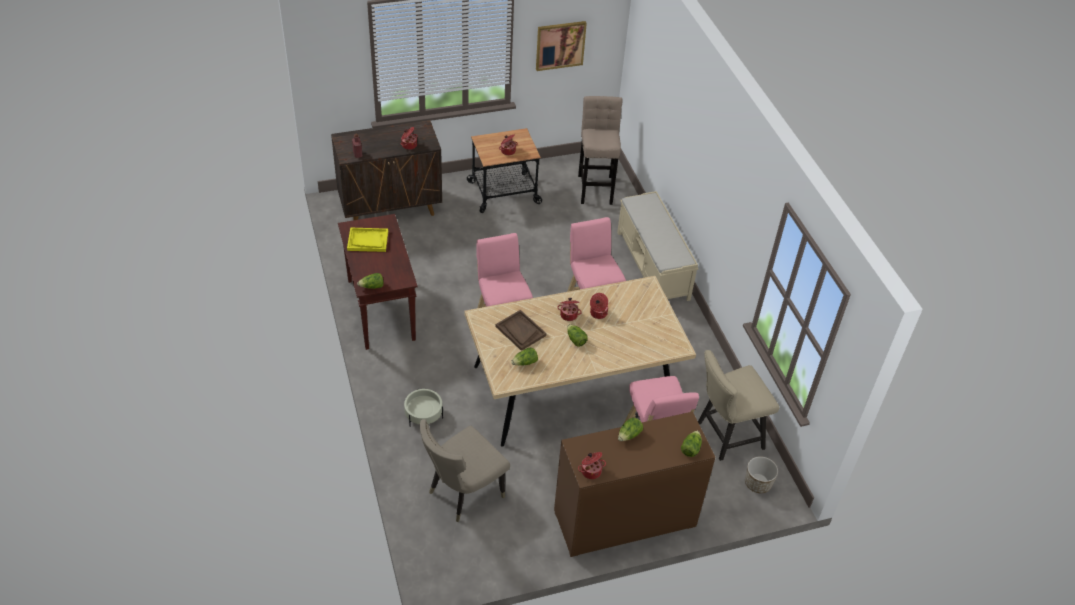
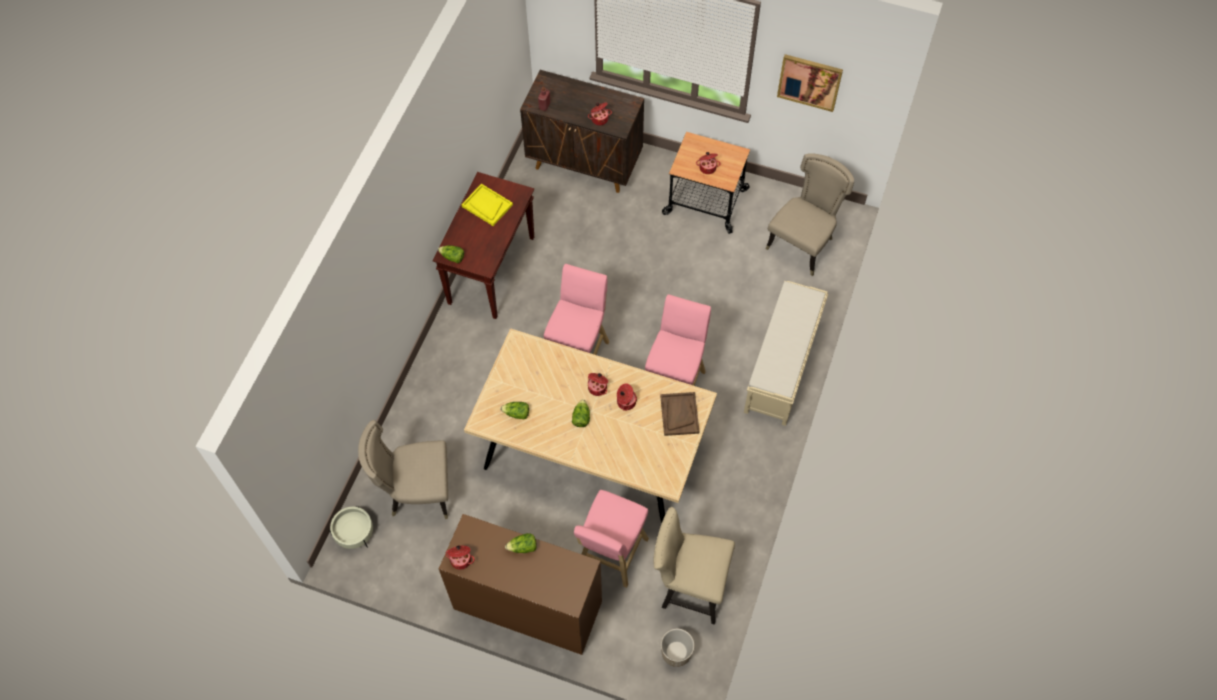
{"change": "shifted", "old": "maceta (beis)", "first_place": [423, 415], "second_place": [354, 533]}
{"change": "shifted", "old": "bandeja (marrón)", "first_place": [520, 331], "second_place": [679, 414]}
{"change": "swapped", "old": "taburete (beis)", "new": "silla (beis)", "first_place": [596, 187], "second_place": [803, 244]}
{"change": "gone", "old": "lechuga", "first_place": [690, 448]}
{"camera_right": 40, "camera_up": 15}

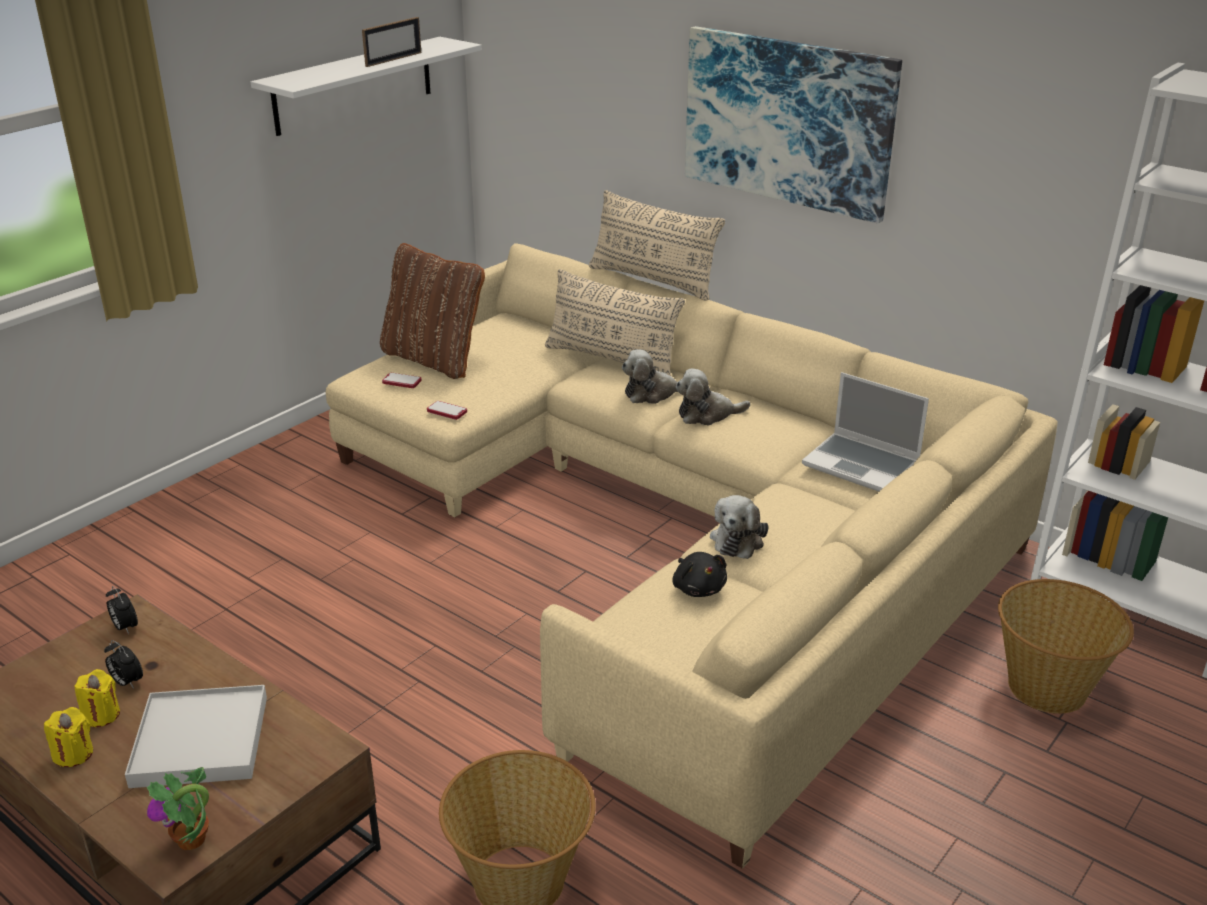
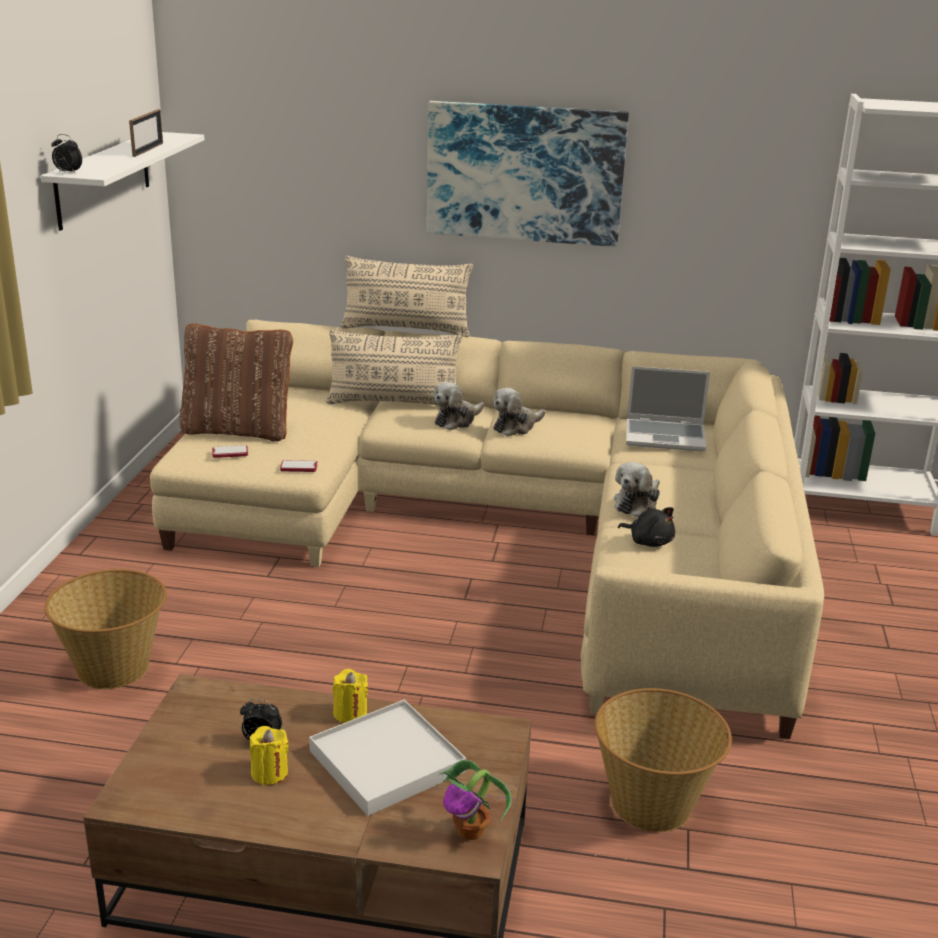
{"change": "shifted", "old": "vela (amarillo)", "first_place": [73, 754], "second_place": [350, 713]}
{"change": "shifted", "old": "despertador", "first_place": [125, 627], "second_place": [68, 173]}
{"change": "rotated", "old": "peluche", "first_place": [738, 539], "second_place": [637, 504], "degrees": 45}
{"change": "shifted", "old": "cesta", "first_place": [1048, 687], "second_place": [114, 667]}
{"camera_right": -30, "camera_up": -5}

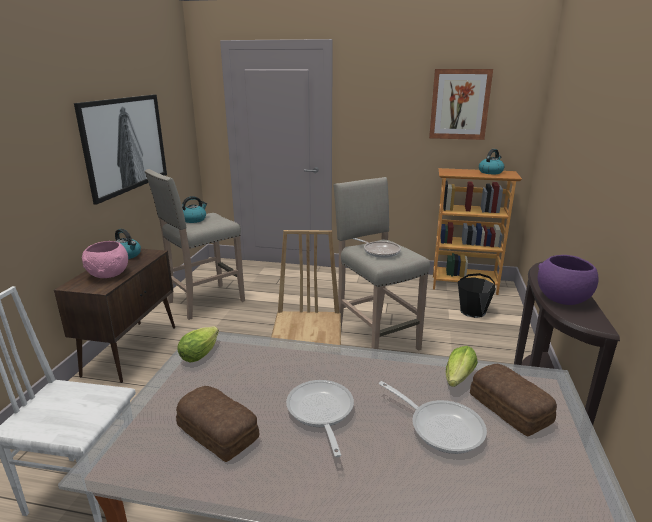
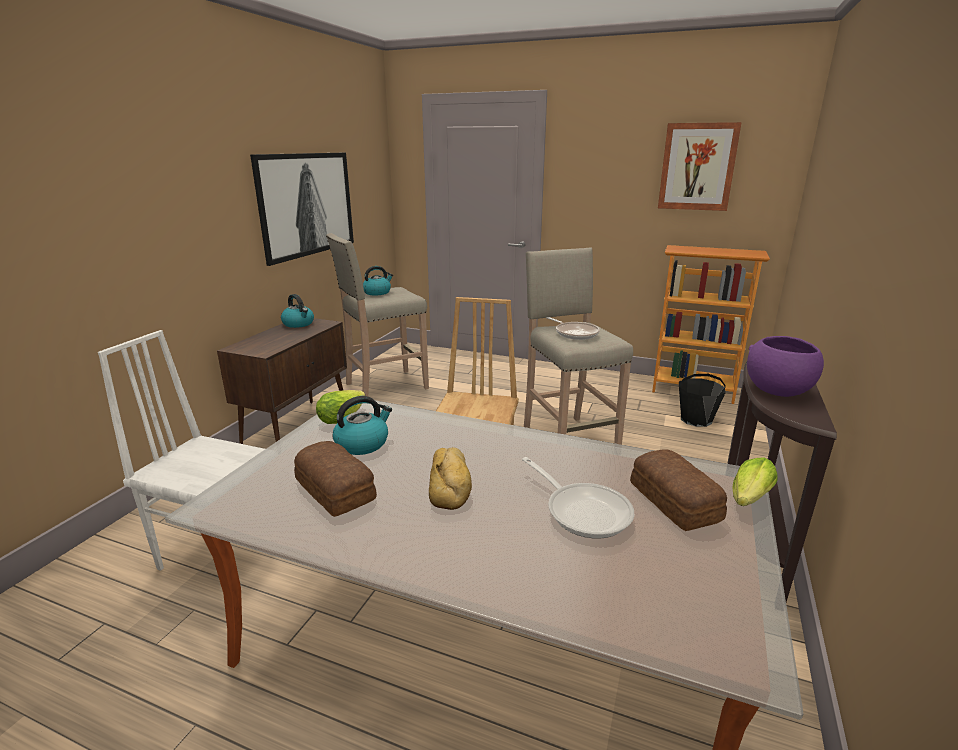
{"change": "gone", "old": "cuenco (rosa)", "first_place": [109, 275]}
{"change": "swapped", "old": "sartén", "new": "pan", "first_place": [320, 412], "second_place": [450, 483]}
{"change": "shifted", "old": "lechuga", "first_place": [457, 379], "second_place": [748, 499]}
{"change": "shifted", "old": "hervidor", "first_place": [490, 172], "second_place": [362, 443]}
{"camera_right": 10, "camera_up": 0}

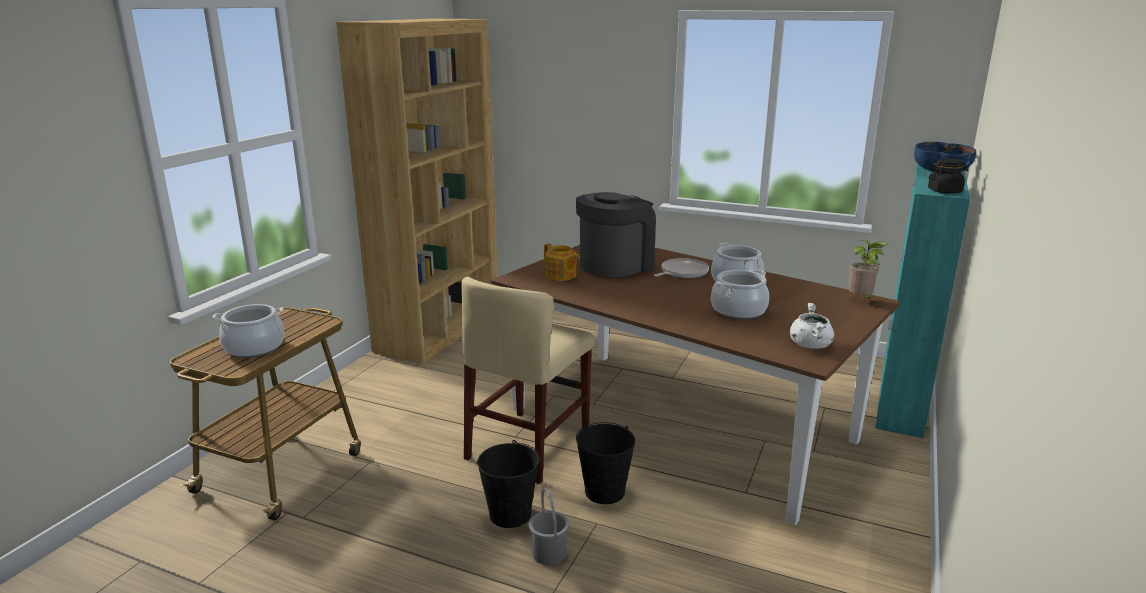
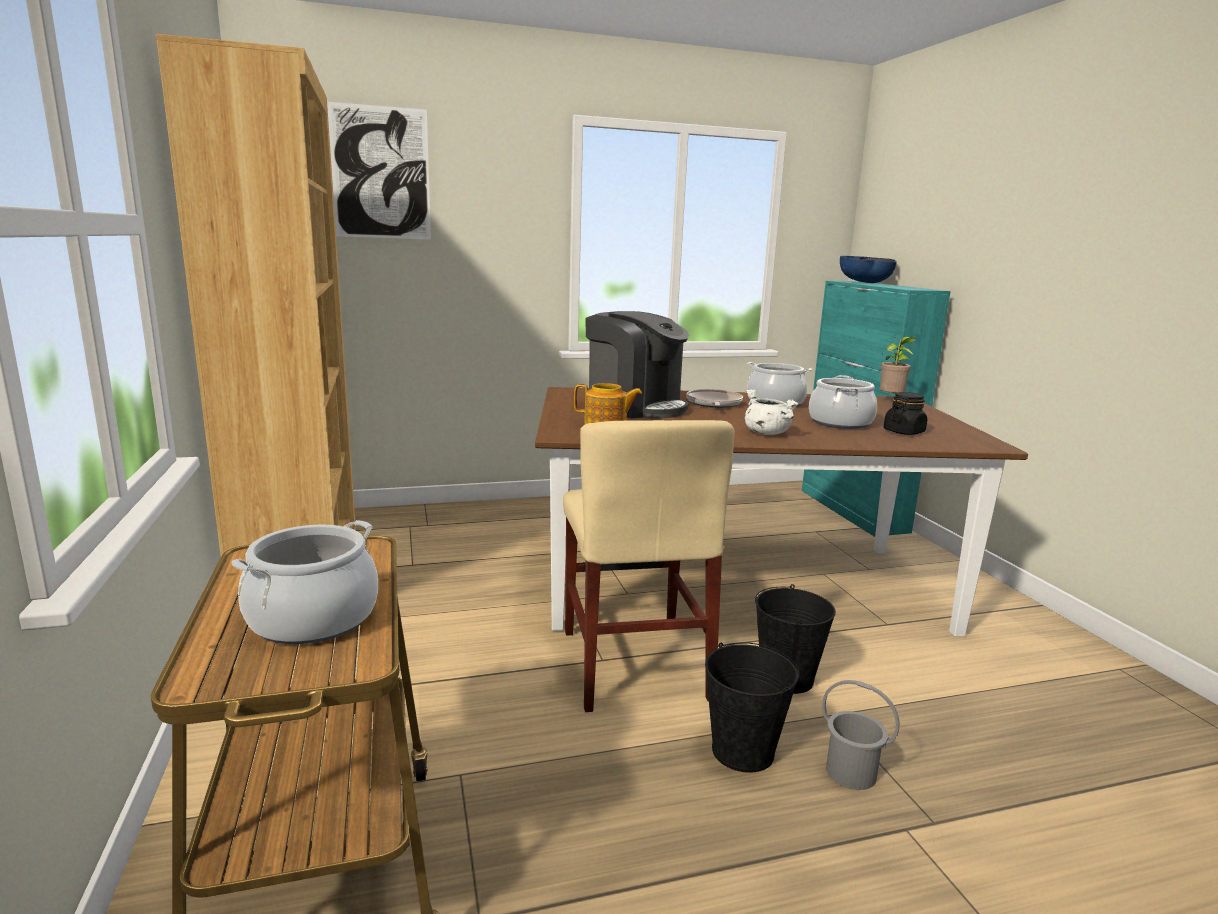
{"change": "rotated", "old": "cafetera", "first_place": [616, 265], "second_place": [635, 407], "degrees": 120}
{"change": "shifted", "old": "olla (blanco)", "first_place": [810, 345], "second_place": [766, 433]}
{"change": "shifted", "old": "tarro (negro)", "first_place": [944, 191], "second_place": [904, 432]}
{"change": "new", "new": "cuadro", "second_place": [381, 173]}
{"camera_right": -40, "camera_up": -5}

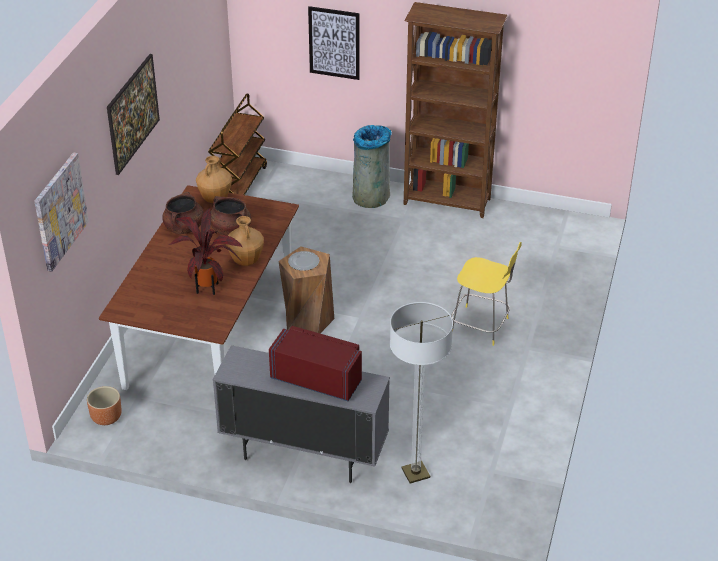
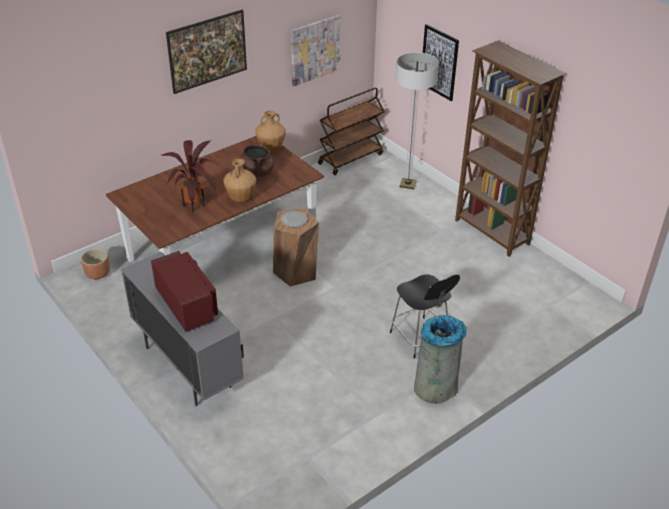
{"change": "shifted", "old": "cuadro", "first_place": [60, 211], "second_place": [315, 50]}
{"change": "gone", "old": "olla (marrón)", "first_place": [184, 228]}
{"change": "shifted", "old": "papelera (gris)", "first_place": [371, 196], "second_place": [436, 387]}
{"change": "shifted", "old": "lámpara de pie", "first_place": [415, 473], "second_place": [408, 184]}
{"change": "repainted", "old": "taburete (amarillo)", "new": "taburete (negro)", "first_place": [482, 326], "second_place": [420, 339]}
{"camera_right": 35, "camera_up": 0}

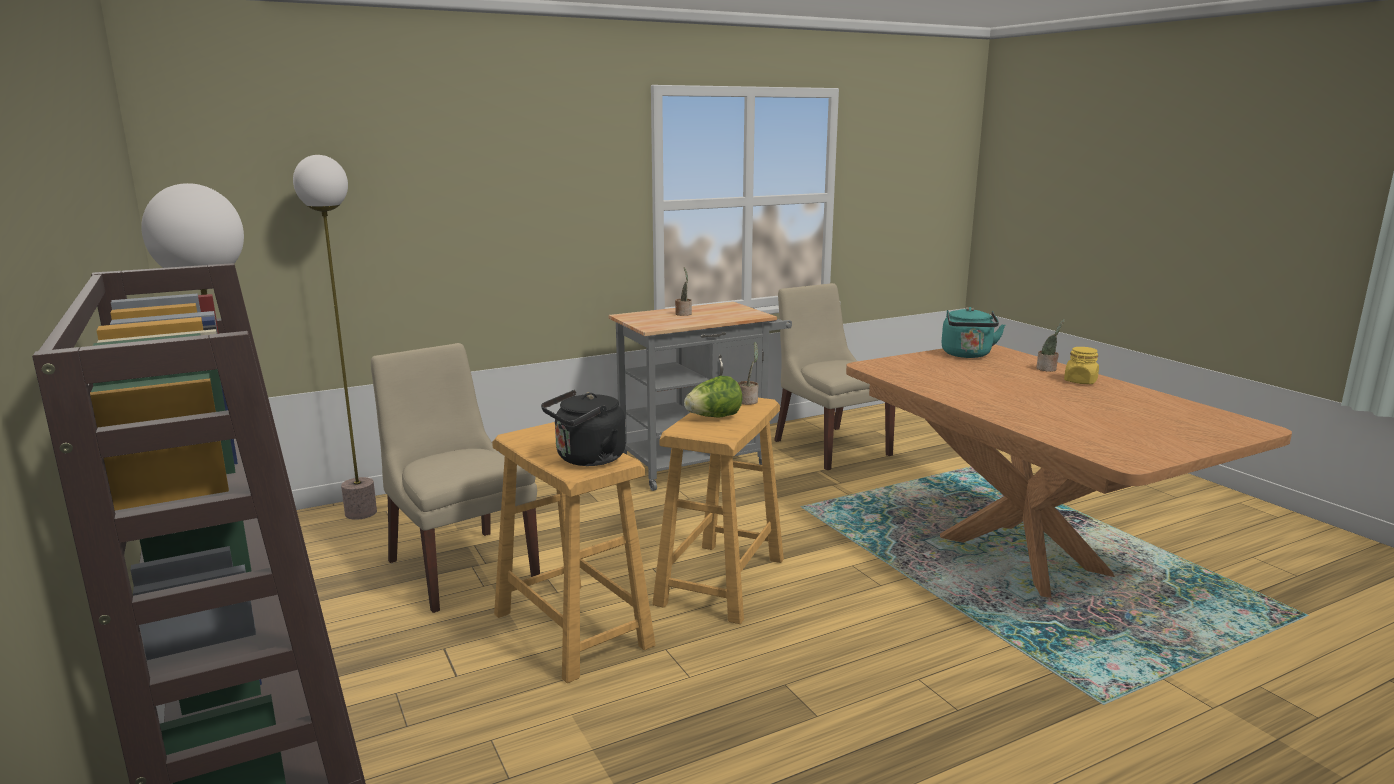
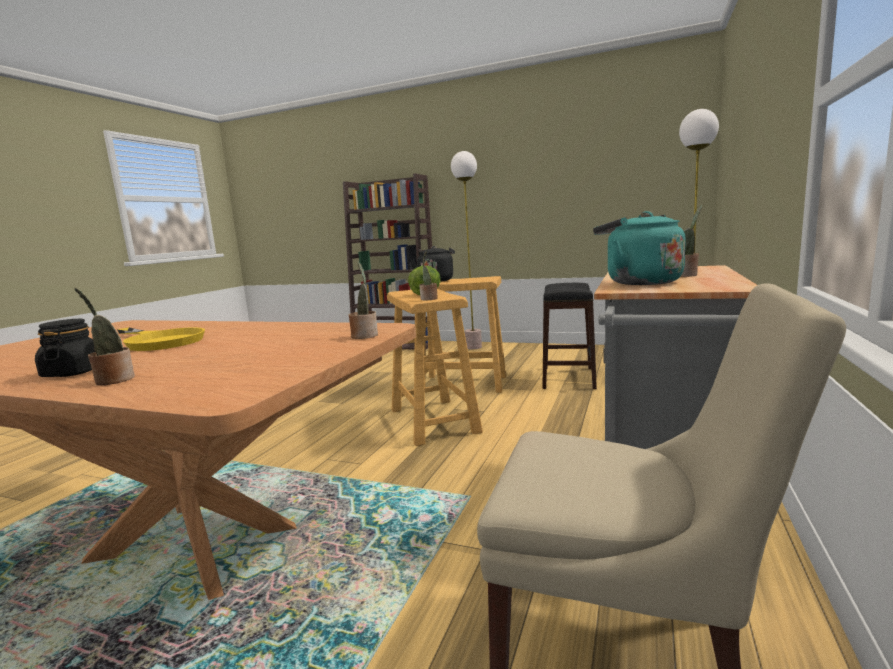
{"change": "swapped", "old": "silla (beis)", "new": "taburete (negro)", "first_place": [460, 567], "second_place": [568, 378]}
{"change": "shifted", "old": "hervidor (turquesa)", "first_place": [967, 355], "second_place": [638, 282]}
{"change": "repainted", "old": "tarro (amarillo)", "new": "tarro (negro)", "first_place": [1080, 381], "second_place": [74, 372]}
{"change": "new", "new": "sartén (amarillo)", "second_place": [160, 341]}
{"change": "new", "new": "planta en maceta", "second_place": [364, 335]}
{"camera_right": 140, "camera_up": -5}

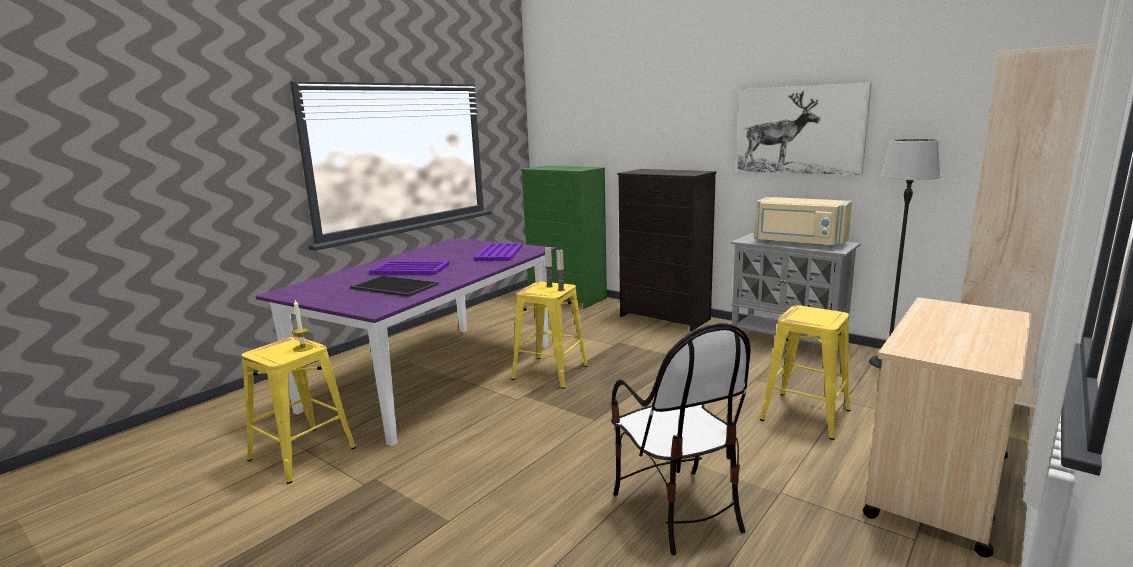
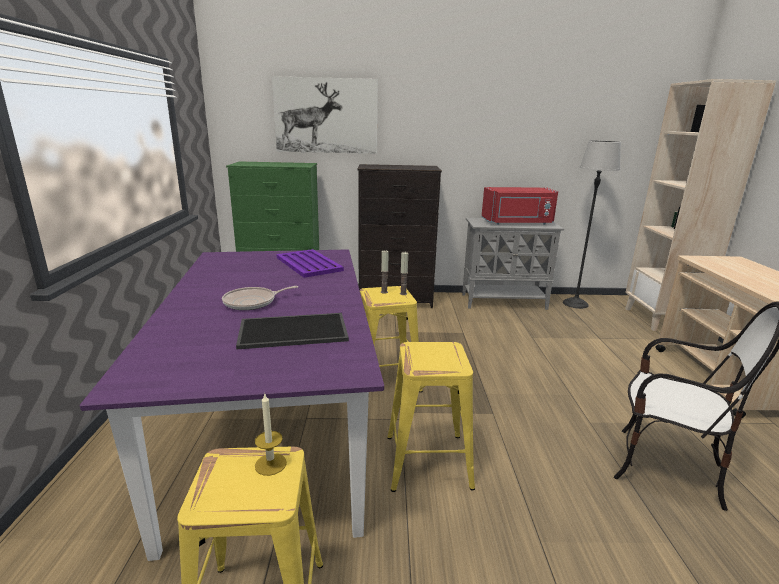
{"change": "swapped", "old": "bandeja (morado)", "new": "sartén", "first_place": [411, 269], "second_place": [253, 302]}
{"change": "shifted", "old": "cuadro", "first_place": [799, 130], "second_place": [326, 116]}
{"change": "repainted", "old": "microondas (beis)", "new": "microondas (rojo)", "first_place": [799, 242], "second_place": [517, 223]}
{"change": "shifted", "old": "taburete (amarillo)", "first_place": [806, 415], "second_place": [429, 461]}
{"camera_right": -40, "camera_up": 5}

